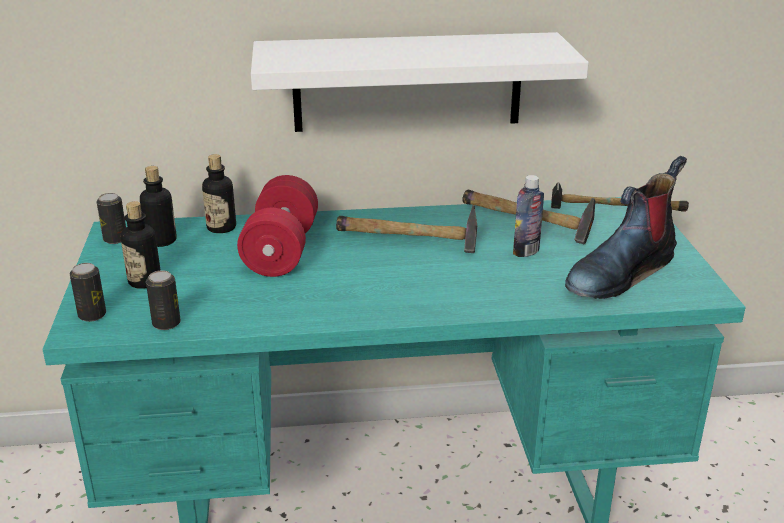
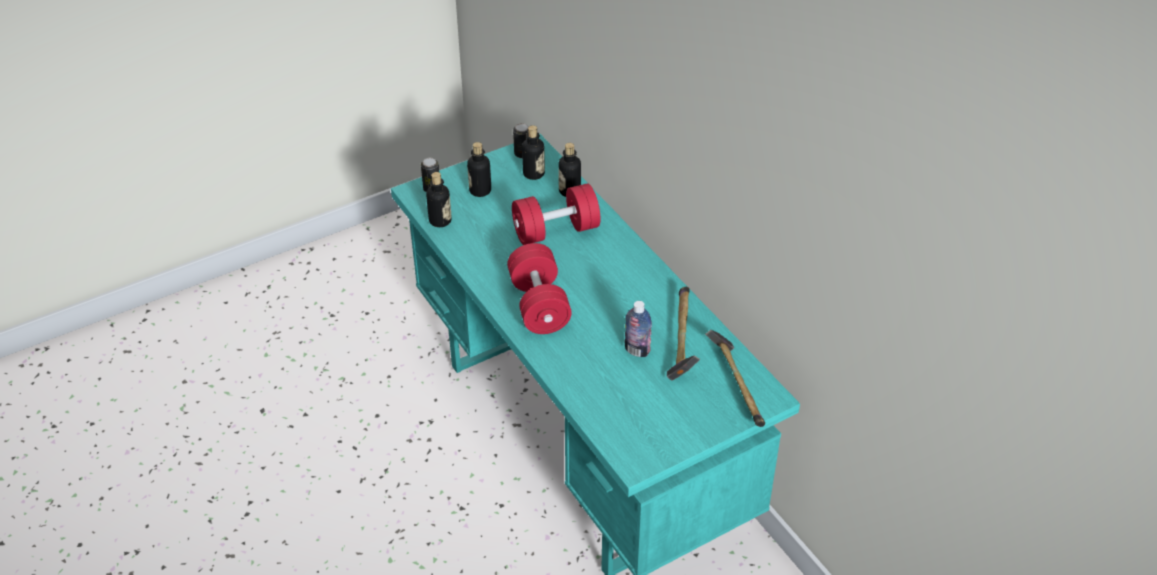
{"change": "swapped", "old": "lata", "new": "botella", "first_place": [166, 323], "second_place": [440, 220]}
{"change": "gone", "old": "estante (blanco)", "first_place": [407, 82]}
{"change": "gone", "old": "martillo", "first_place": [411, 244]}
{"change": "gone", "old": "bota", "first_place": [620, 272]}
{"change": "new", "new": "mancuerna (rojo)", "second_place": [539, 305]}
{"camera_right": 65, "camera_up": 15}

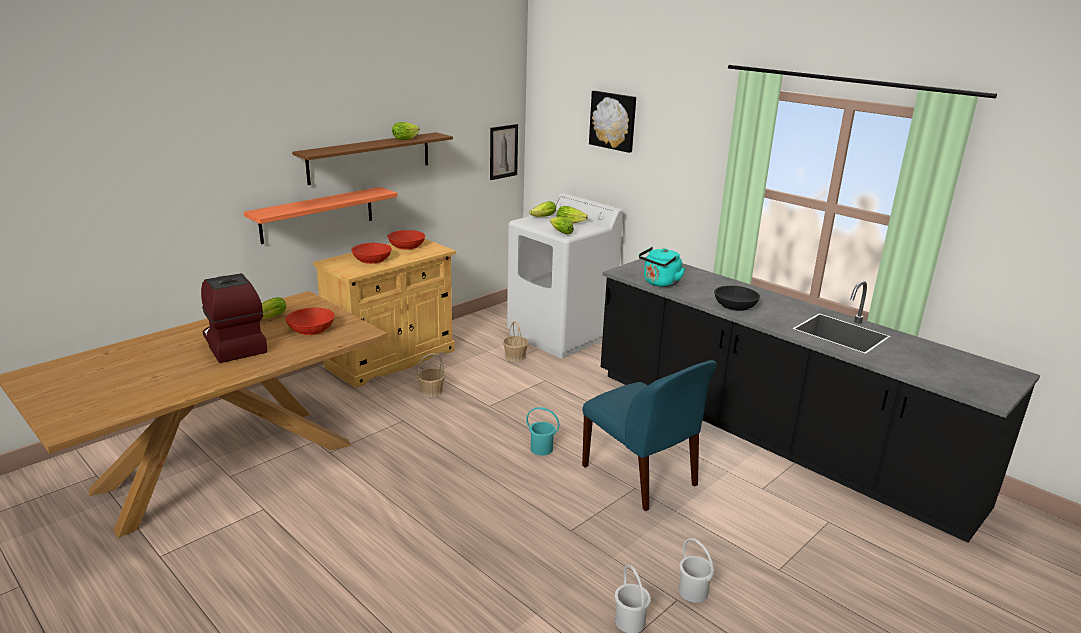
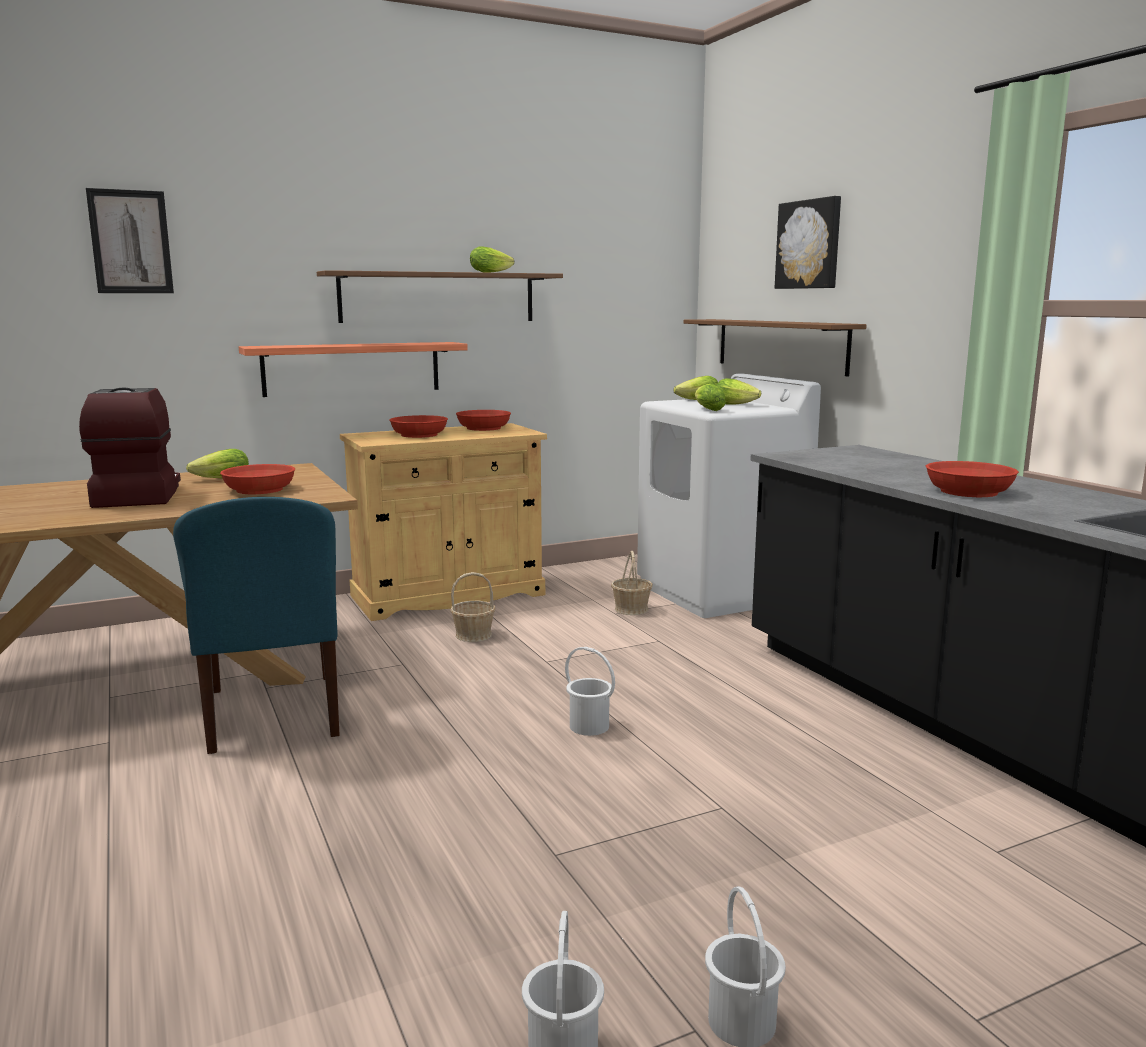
{"change": "shifted", "old": "cuadro", "first_place": [503, 151], "second_place": [130, 242]}
{"change": "repainted", "old": "cubo (turquesa)", "new": "cubo (blanco)", "first_place": [541, 448], "second_place": [589, 726]}
{"change": "shifted", "old": "silla (azul)", "first_place": [641, 477], "second_place": [273, 715]}
{"change": "gone", "old": "hervidor (turquesa)", "first_place": [660, 283]}
{"change": "repainted", "old": "cuenco (negro)", "new": "cuenco (rojo)", "first_place": [735, 305], "second_place": [968, 491]}
{"change": "new", "new": "estante (marrón)", "second_place": [780, 345]}
{"camera_right": 20, "camera_up": -10}

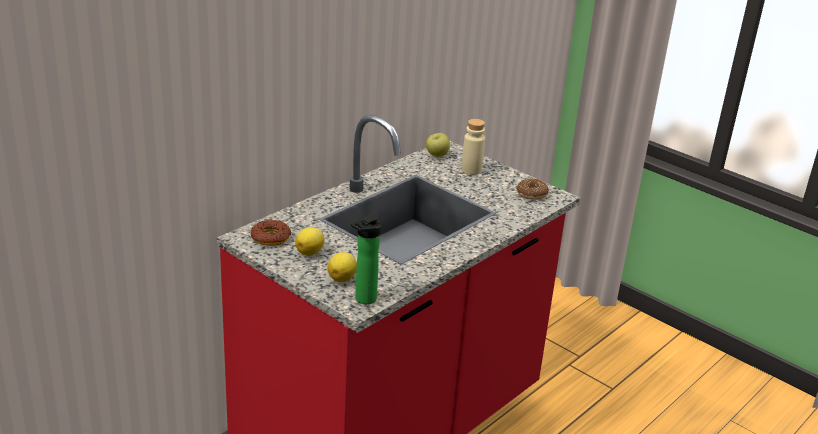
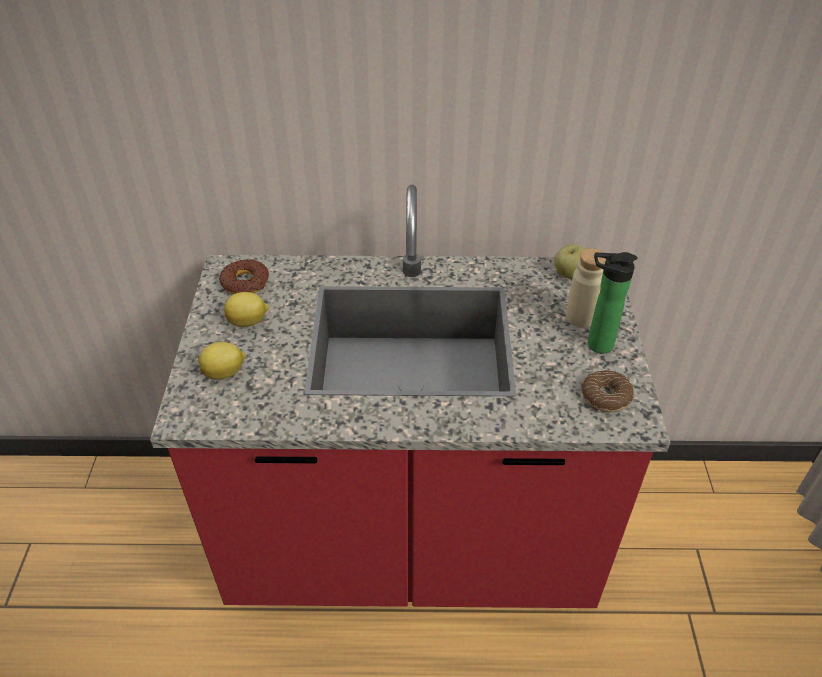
{"change": "shifted", "old": "botella", "first_place": [363, 300], "second_place": [595, 344]}
{"camera_right": 50, "camera_up": 15}

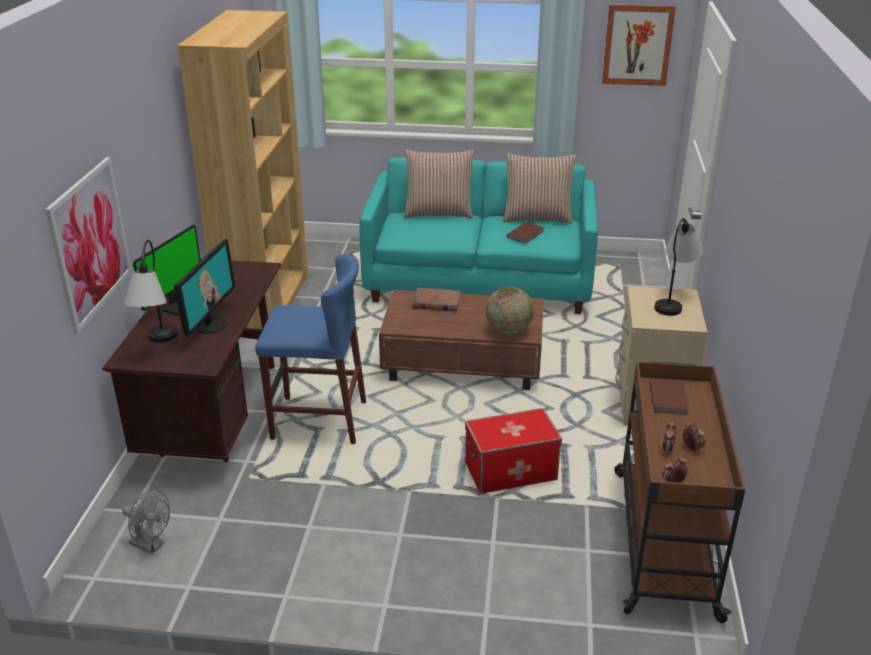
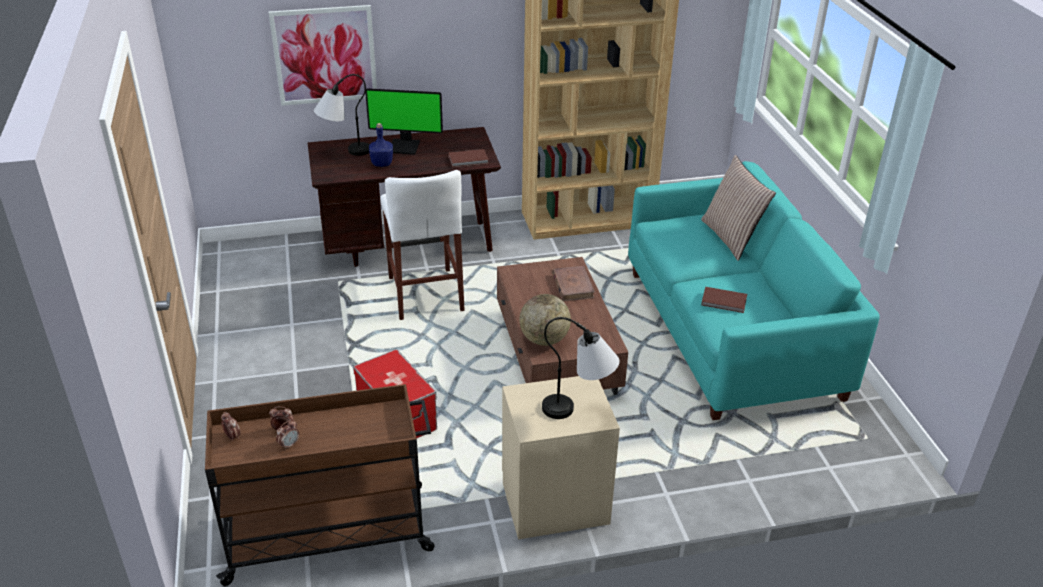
{"change": "gone", "old": "ventilador (gris)", "first_place": [151, 545]}
{"change": "swapped", "old": "monitor", "new": "botella (azul)", "first_place": [210, 324], "second_place": [382, 163]}
{"change": "repainted", "old": "taburete (azul)", "new": "taburete (blanco)", "first_place": [319, 420], "second_place": [425, 294]}
{"change": "gone", "old": "cojín", "first_place": [537, 218]}
{"change": "gone", "old": "cuadro", "first_place": [637, 45]}
{"change": "shifted", "old": "libro (marrón)", "first_place": [669, 398], "second_place": [469, 160]}
{"camera_right": 70, "camera_up": 5}

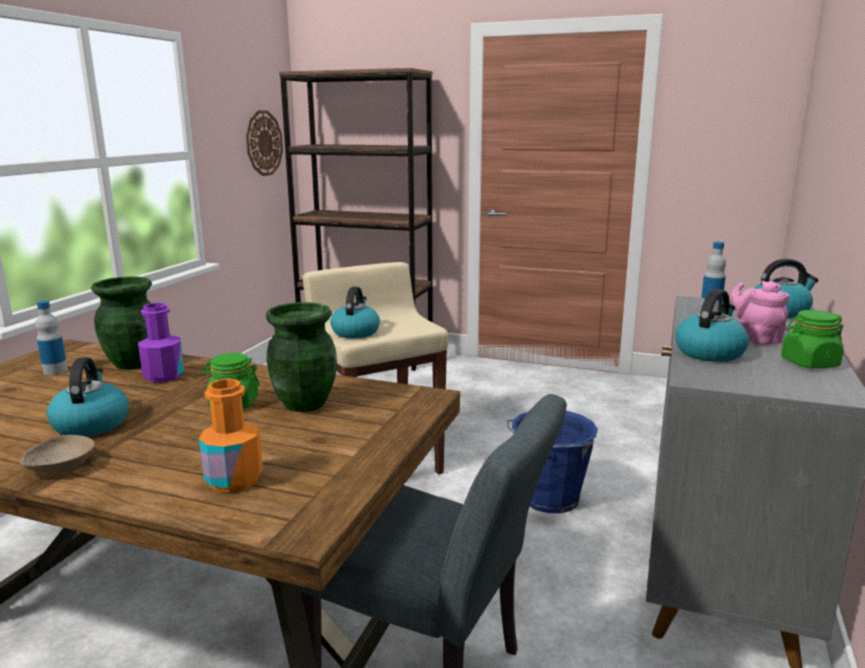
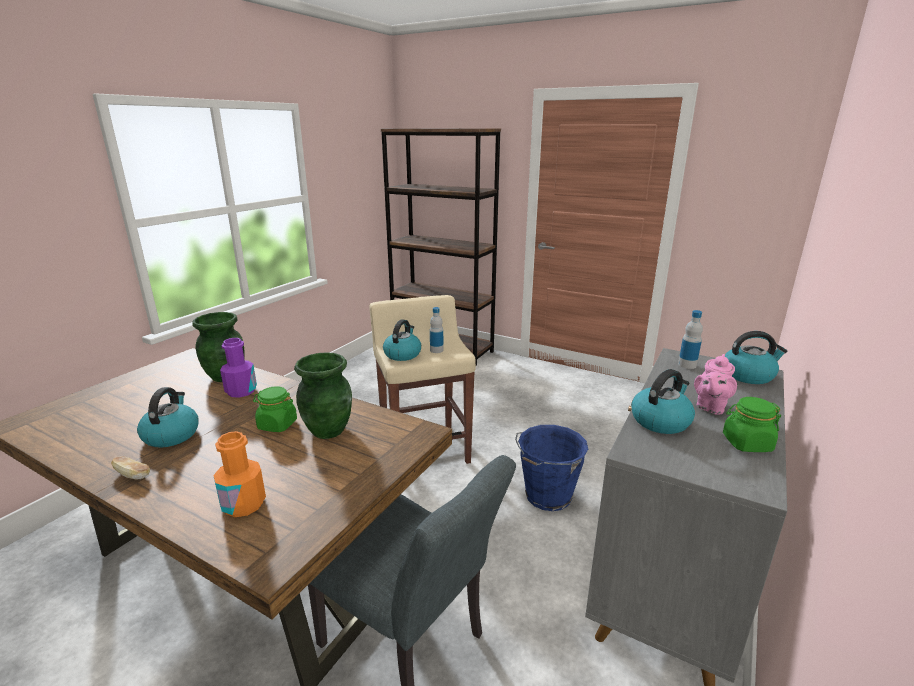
{"change": "swapped", "old": "cuenco (beis)", "new": "pan", "first_place": [60, 466], "second_place": [133, 475]}
{"change": "shifted", "old": "botella", "first_place": [55, 371], "second_place": [436, 350]}
{"change": "gone", "old": "reloj de pared", "first_place": [263, 143]}
{"change": "rotated", "old": "tetera (rosa)", "first_place": [755, 338], "second_place": [710, 407], "degrees": -135}
{"camera_right": 10, "camera_up": 5}

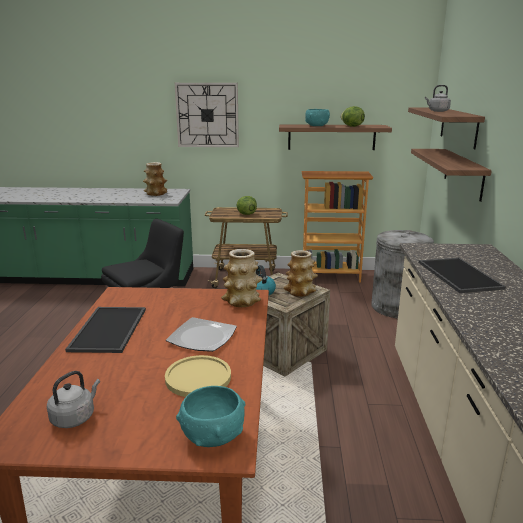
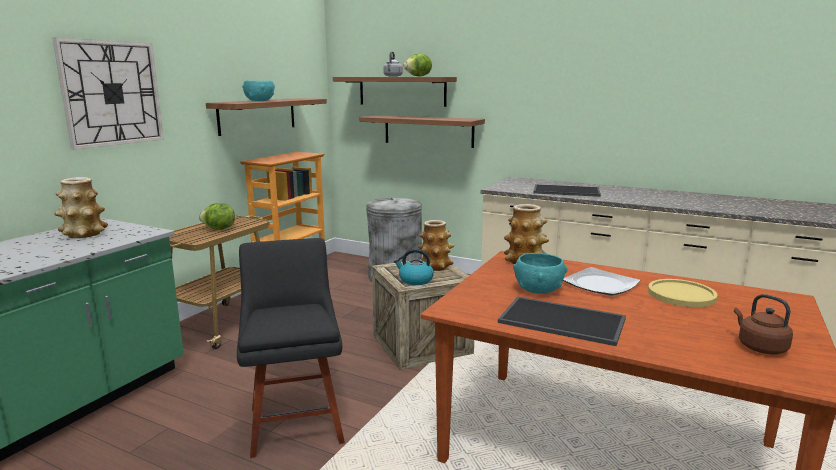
{"change": "repainted", "old": "hervidor (gris)", "new": "hervidor (marrón)", "first_place": [75, 417], "second_place": [759, 347]}
{"change": "shifted", "old": "cuenco (turquesa)", "first_place": [212, 436], "second_place": [538, 290]}
{"change": "shifted", "old": "lechuga", "first_place": [351, 126], "second_place": [418, 76]}
{"camera_right": -65, "camera_up": -5}

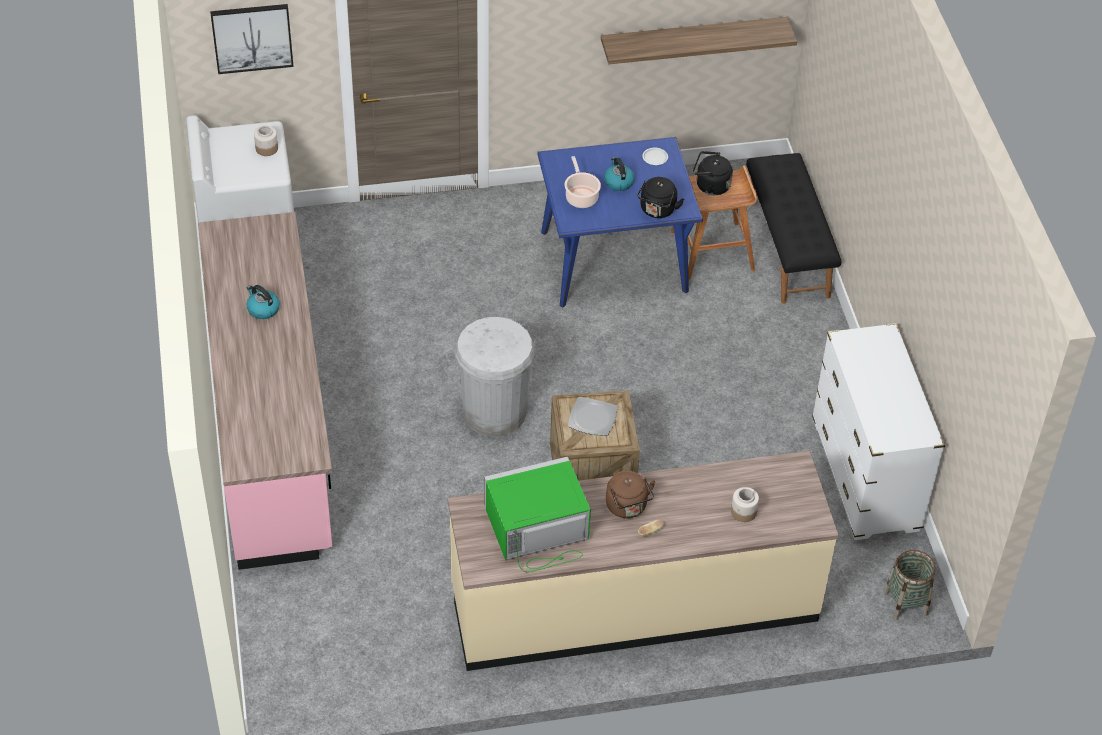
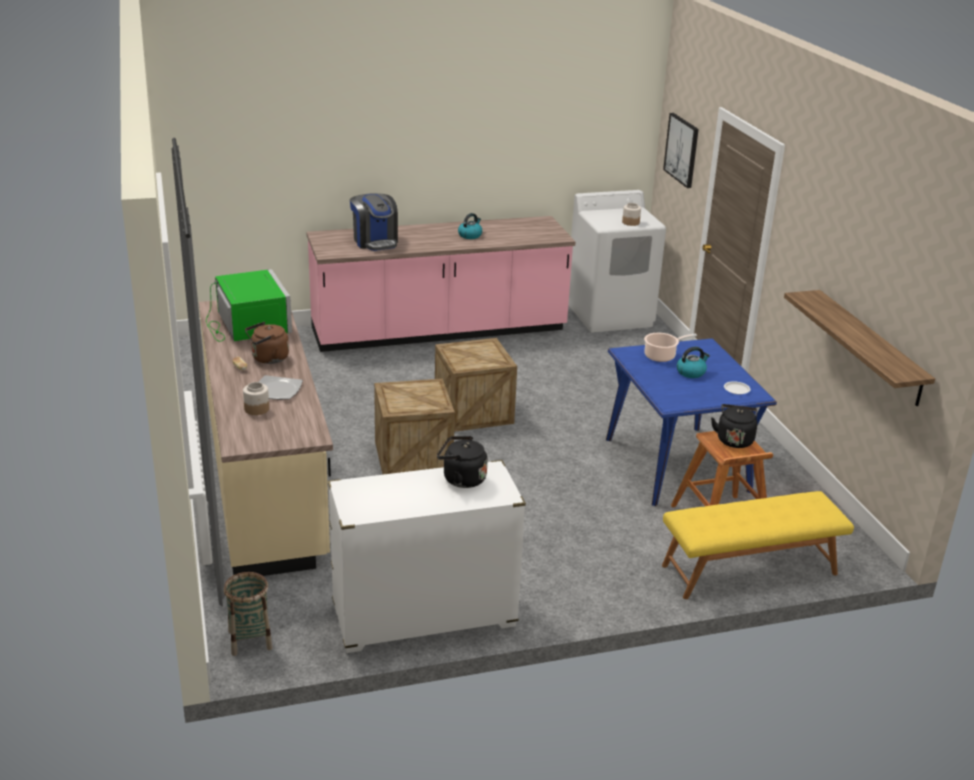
{"change": "swapped", "old": "papelera (blanco)", "new": "caja de embalaje", "first_place": [494, 412], "second_place": [473, 412]}
{"change": "shifted", "old": "plato", "first_place": [593, 418], "second_place": [277, 390]}
{"change": "shifted", "old": "hervidor (negro)", "first_place": [657, 210], "second_place": [461, 479]}
{"change": "repainted", "old": "banco (negro)", "new": "banco (amarillo)", "first_place": [788, 247], "second_place": [749, 570]}
{"change": "new", "new": "cafetera", "second_place": [375, 241]}
{"camera_right": 85, "camera_up": -20}

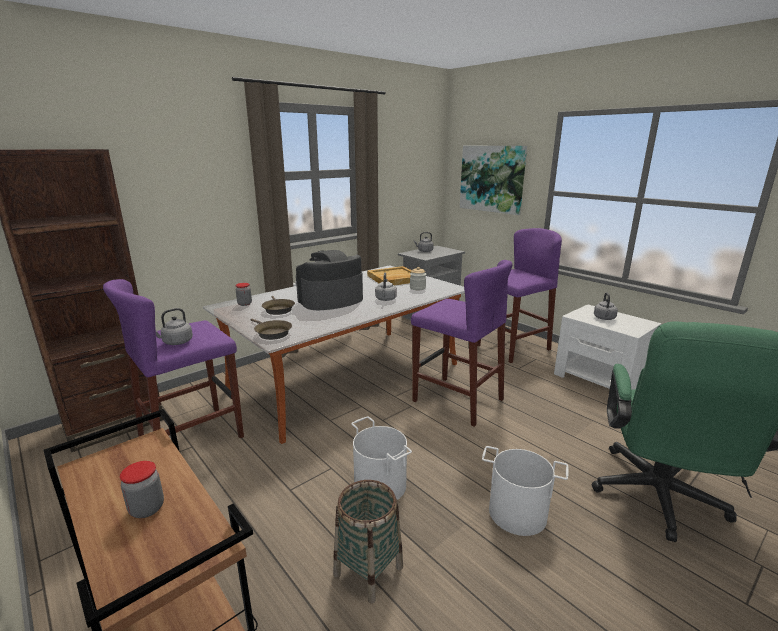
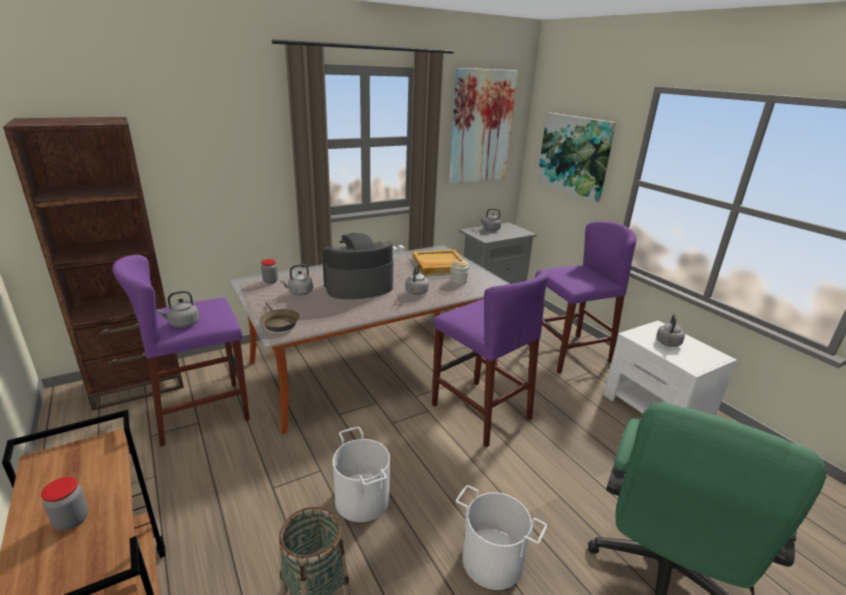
{"change": "swapped", "old": "sartén (marrón)", "new": "hervidor (gris)", "first_place": [278, 309], "second_place": [299, 292]}
{"change": "new", "new": "cuadro", "second_place": [481, 127]}
{"camera_right": 10, "camera_up": 5}

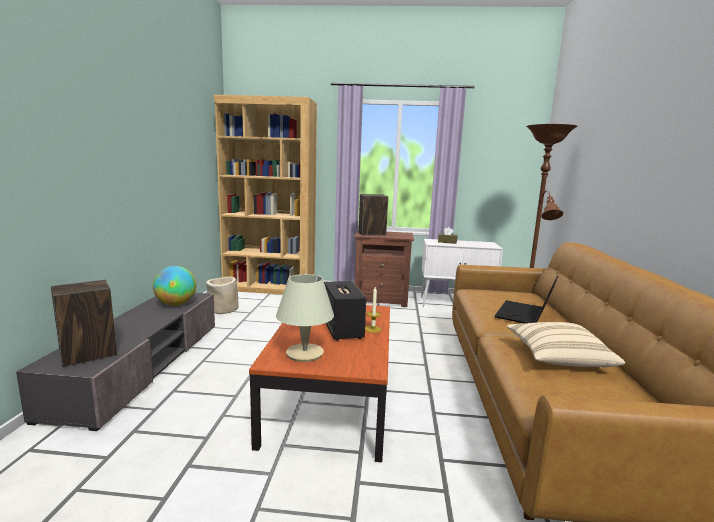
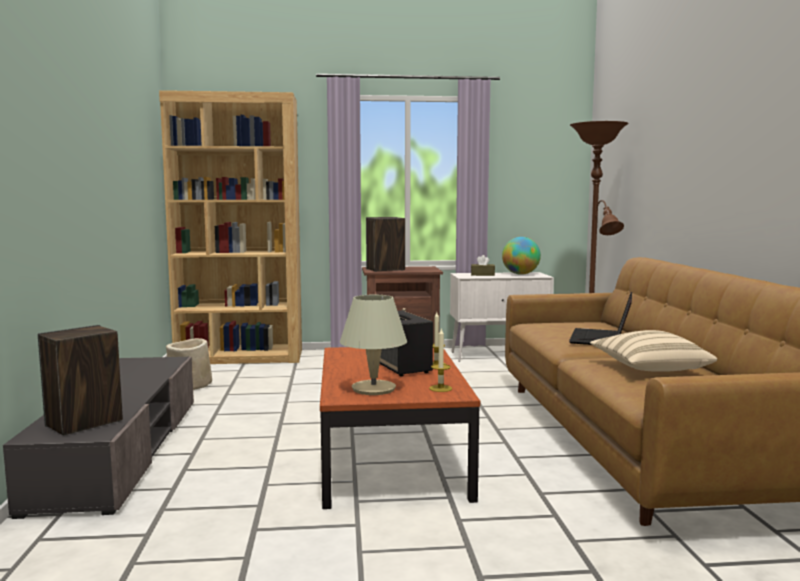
{"change": "shifted", "old": "globo terráqueo", "first_place": [176, 304], "second_place": [520, 274]}
{"change": "new", "new": "vela", "second_place": [440, 388]}
{"camera_right": -10, "camera_up": -5}

